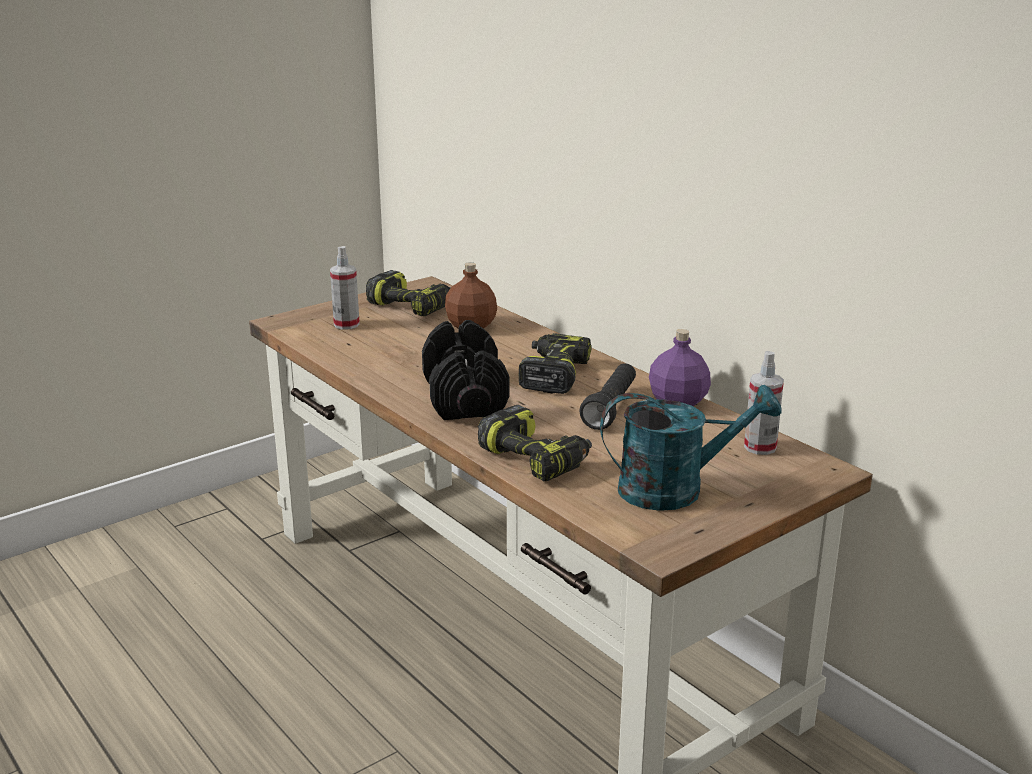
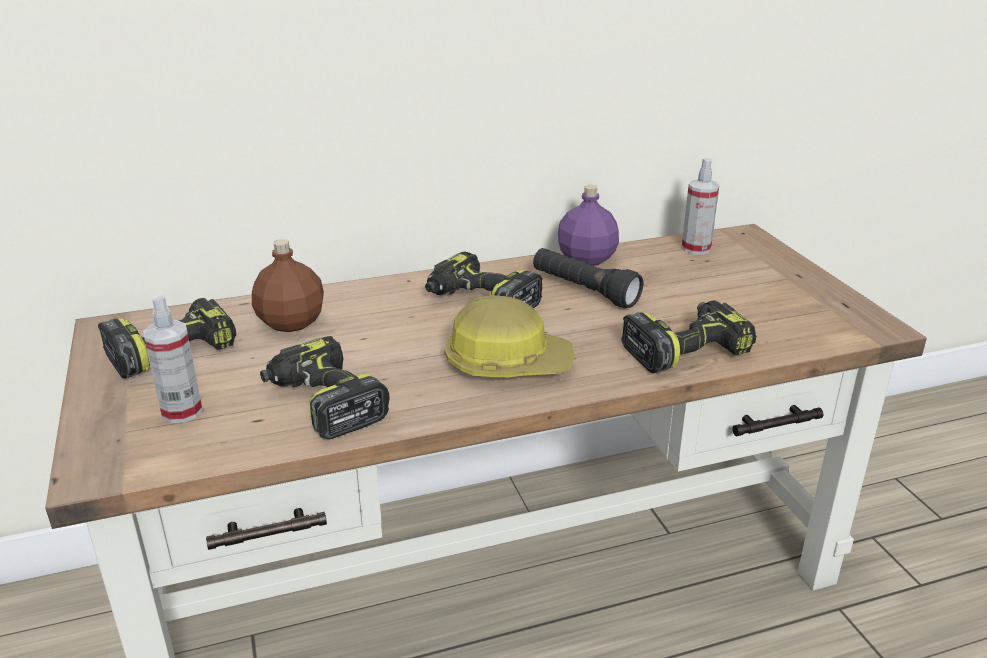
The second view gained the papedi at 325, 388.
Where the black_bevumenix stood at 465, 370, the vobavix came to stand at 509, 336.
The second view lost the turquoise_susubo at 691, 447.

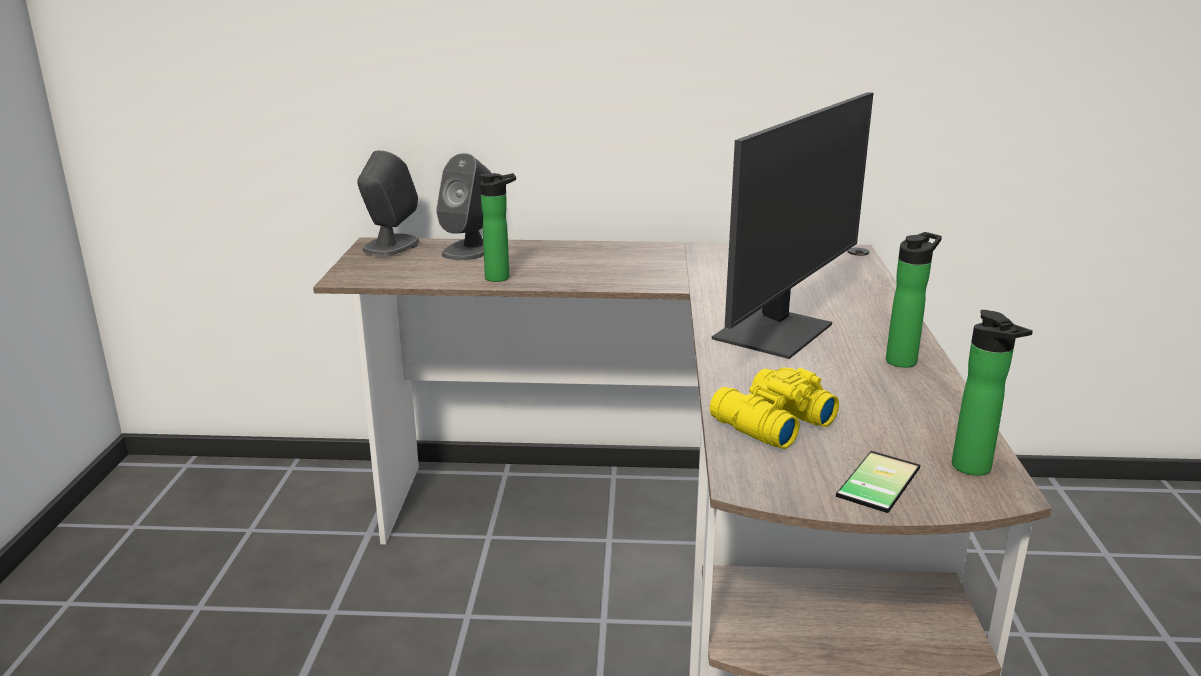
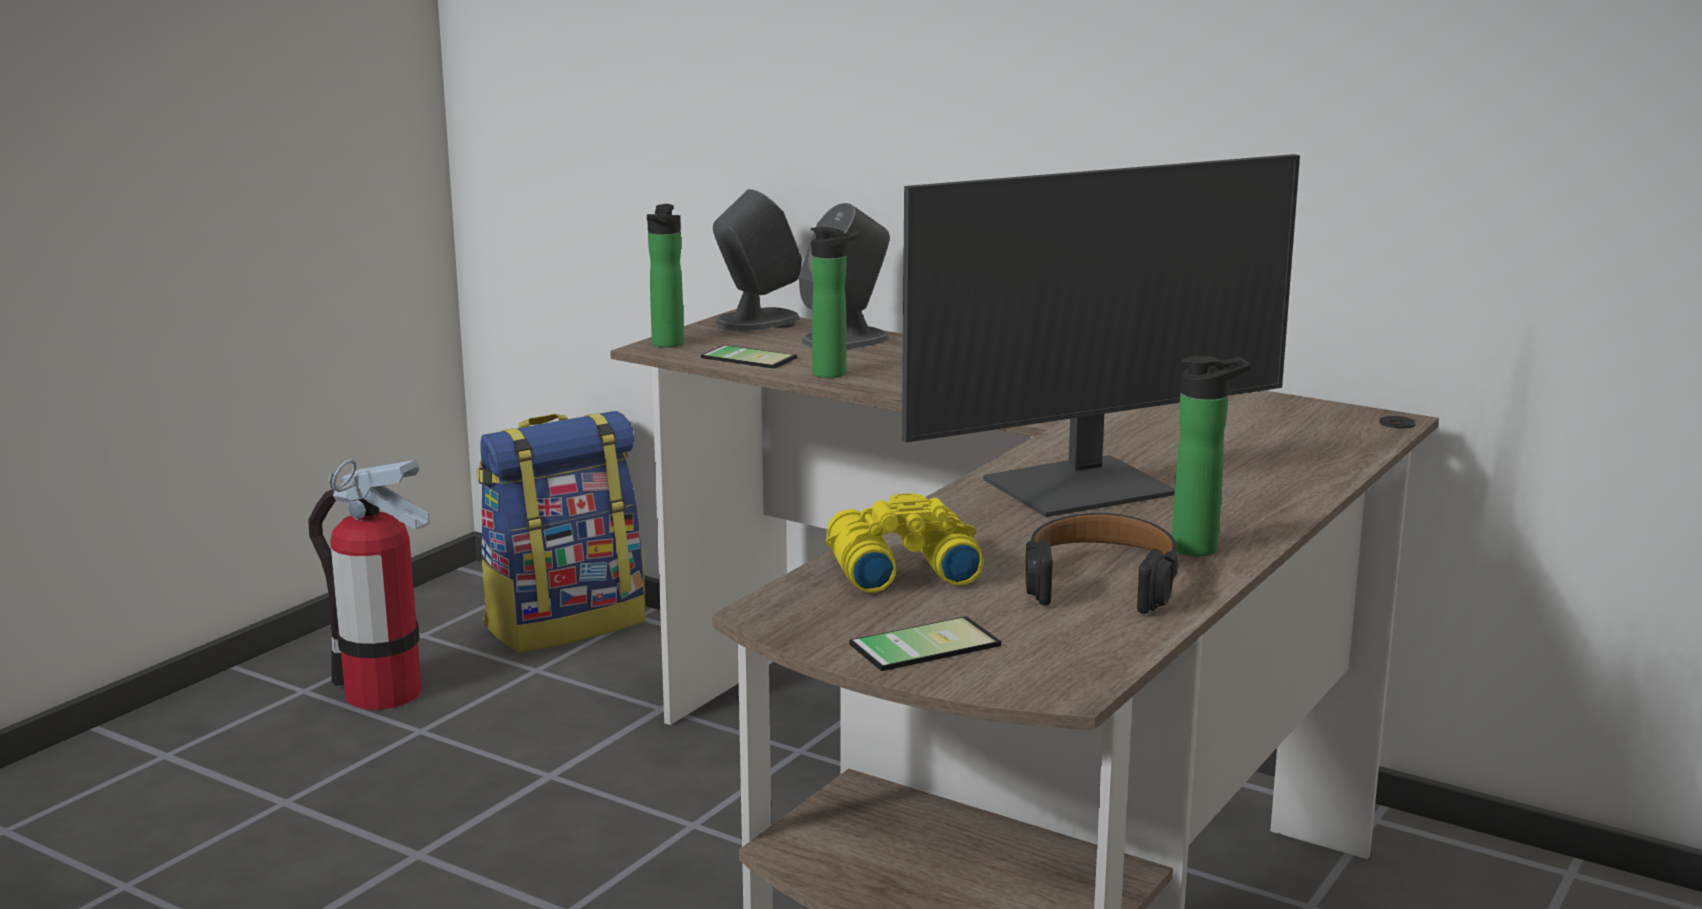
The second view gained the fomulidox at 369, 584.
The second view gained the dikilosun at 561, 532.
The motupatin ended up elsewhere, having gone from 992, 393 to 665, 276.
The second view gained the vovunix at 749, 357.
The second view gained the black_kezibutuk at 1103, 563.

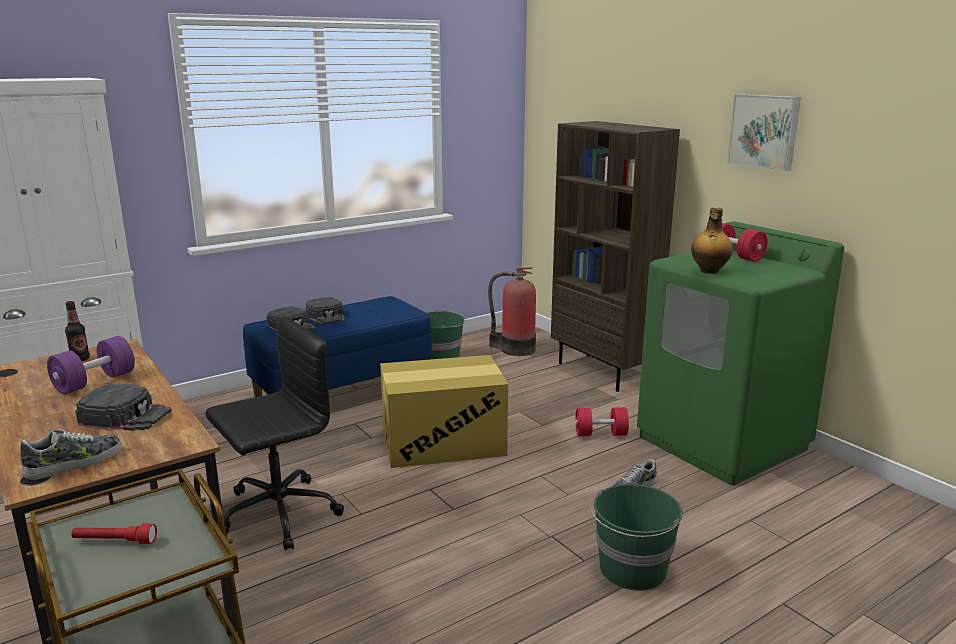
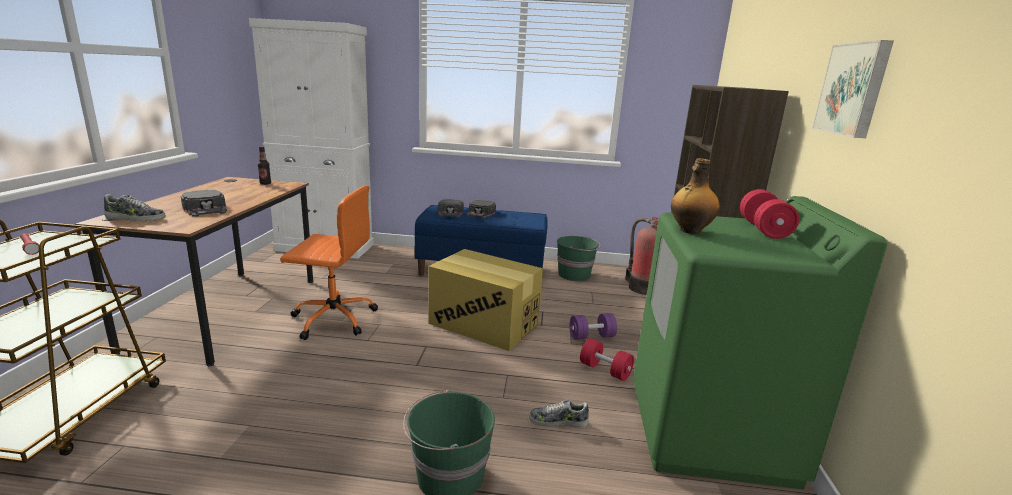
What was the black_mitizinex at 275, 433 turned into the orange_mitizinex at 329, 263.
The purple_bevumenix ended up elsewhere, having gone from 91, 365 to 593, 326.

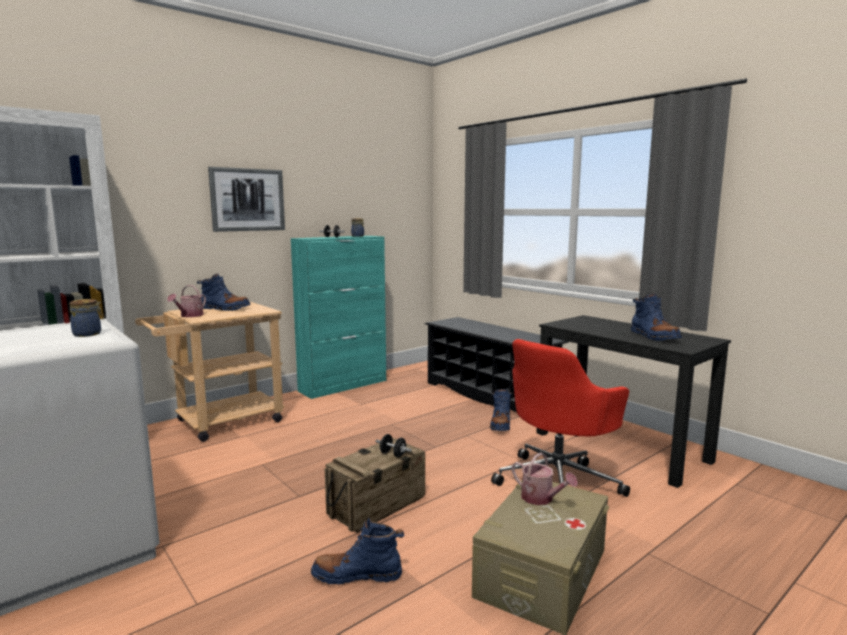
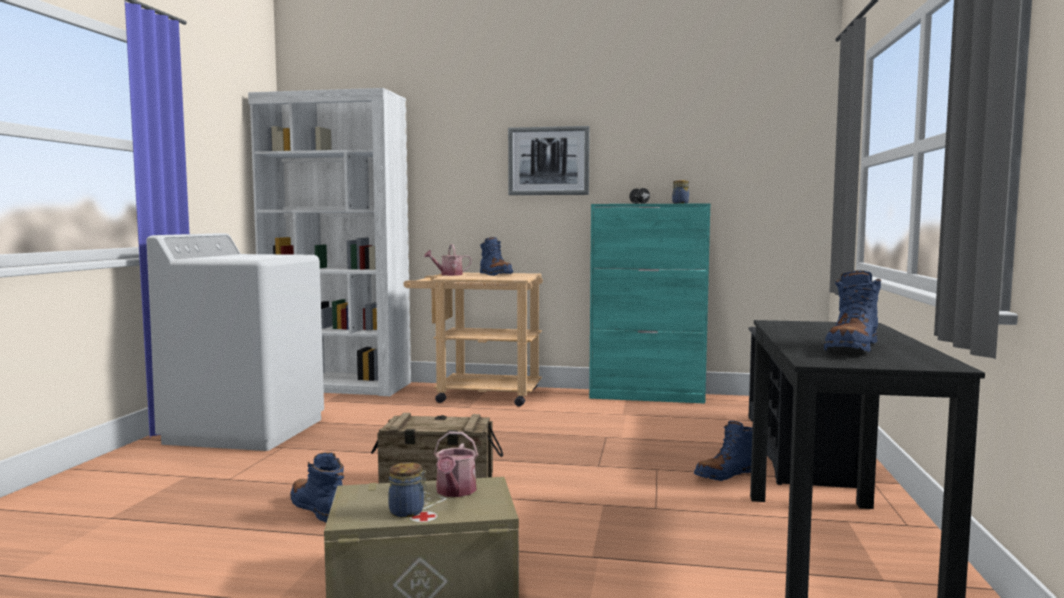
The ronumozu ended up elsewhere, having gone from 86, 318 to 408, 490.
The second view lost the black_bevumenix at 393, 445.
The second view lost the red_mitizinex at 560, 418.

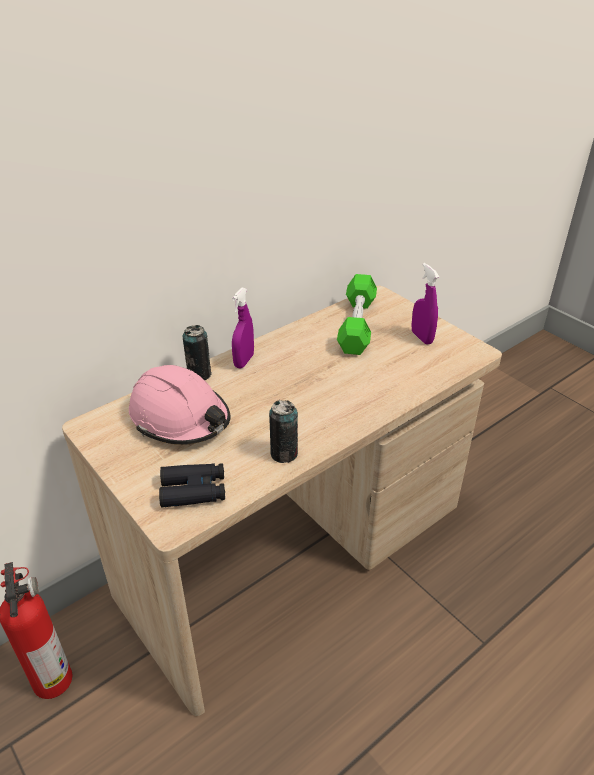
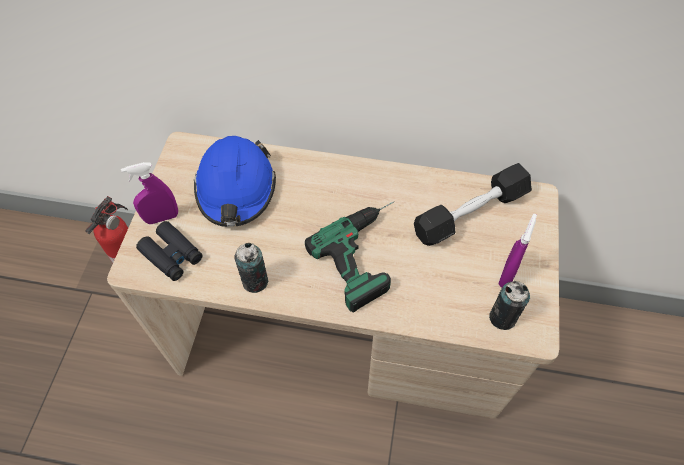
The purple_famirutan ended up elsewhere, having gone from 243, 327 to 149, 193.
What was the pink_vobavix at 180, 405 turned into the blue_vobavix at 235, 181.
The second view gained the papedi at 349, 257.
What was the green_bevumenix at 357, 314 turned into the black_bevumenix at 473, 204.
The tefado ended up elsewhere, having gone from 197, 352 to 509, 305.

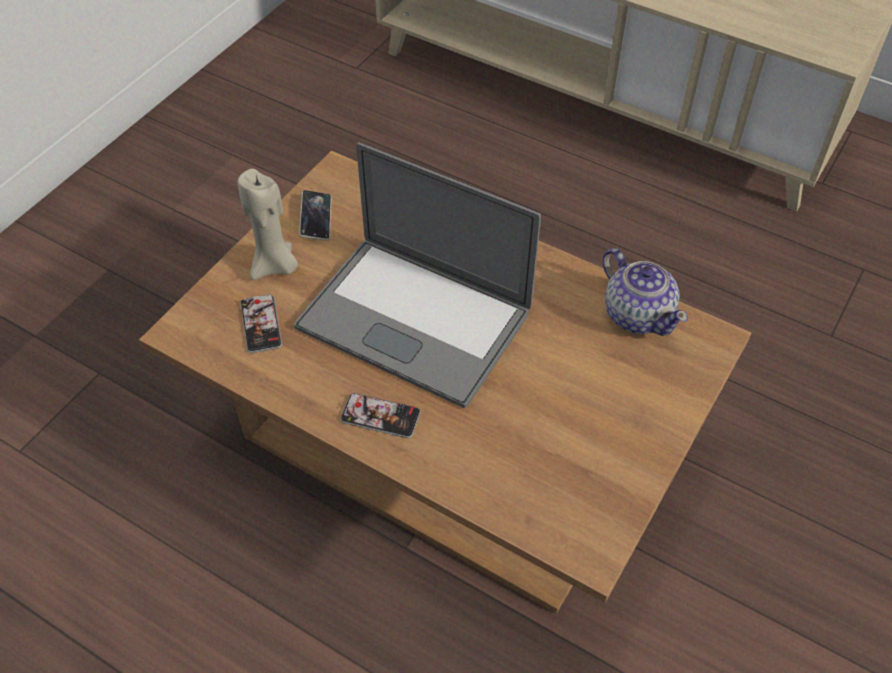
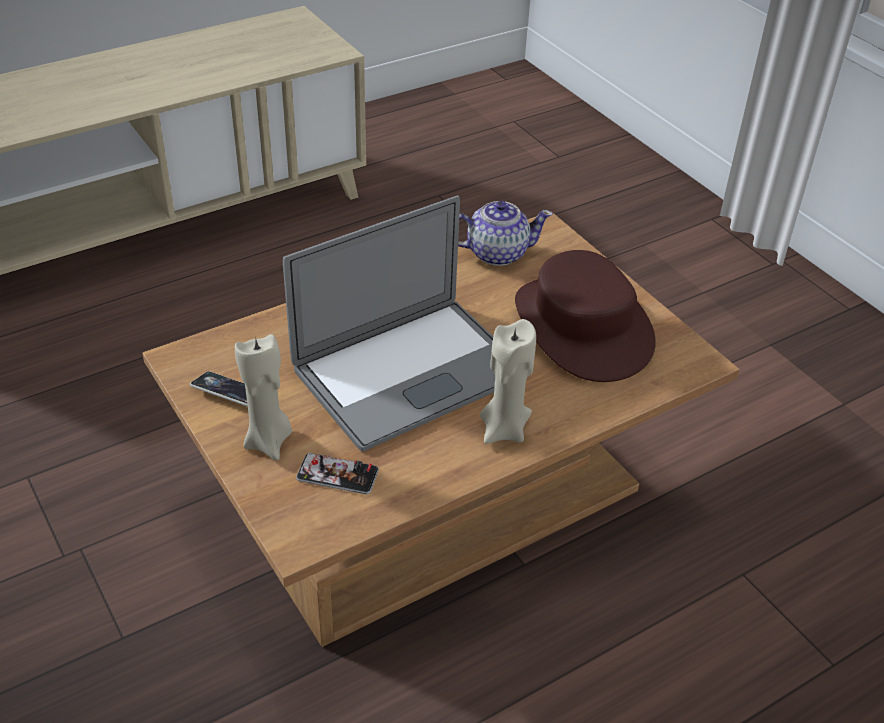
Where the vovunix stood at 381, 415, the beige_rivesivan came to stand at 508, 381.
The second view gained the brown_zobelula at 585, 316.

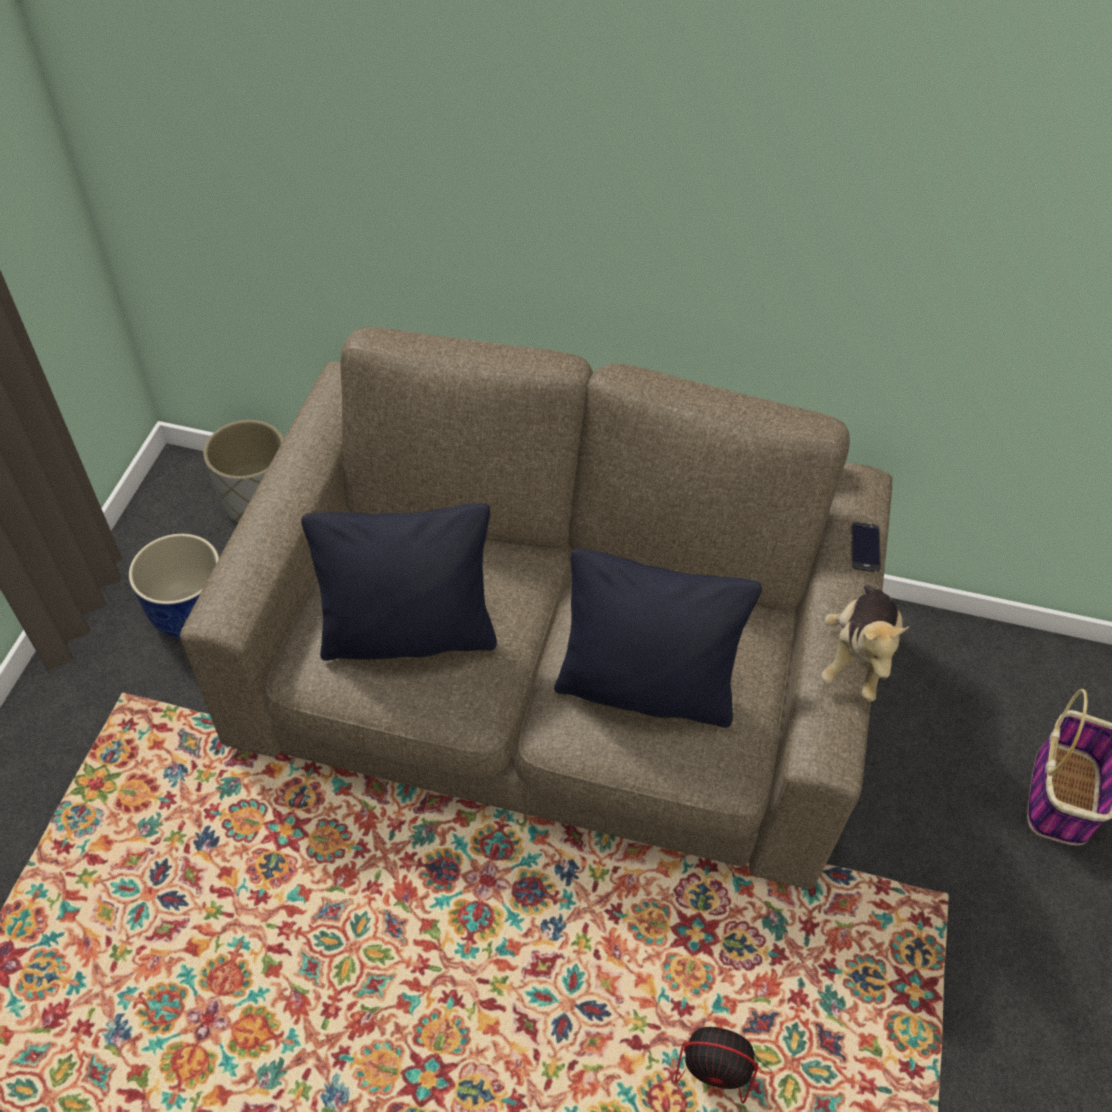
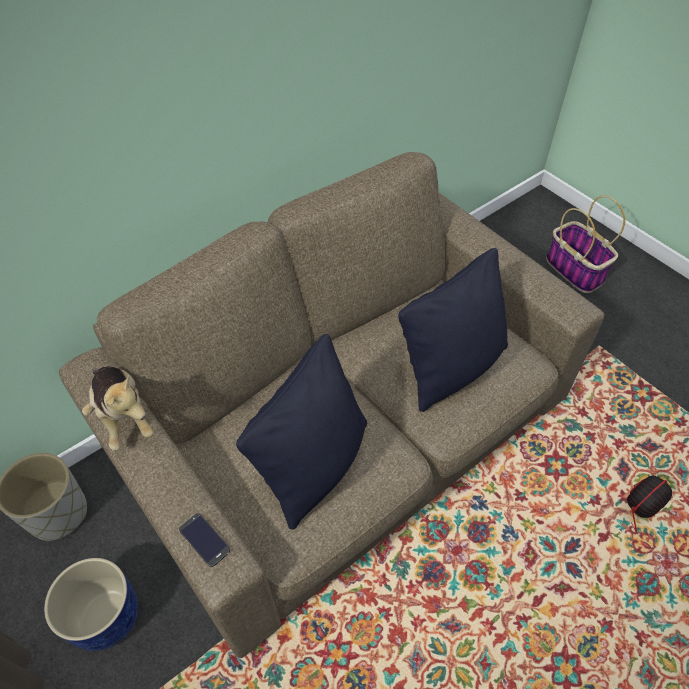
The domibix ended up elsewhere, having gone from 865, 643 to 118, 408.
The vovunix ended up elsewhere, having gone from 866, 547 to 204, 540.

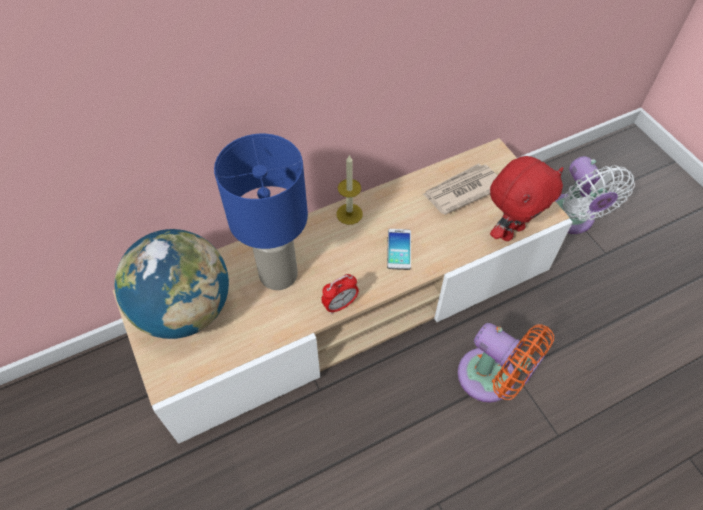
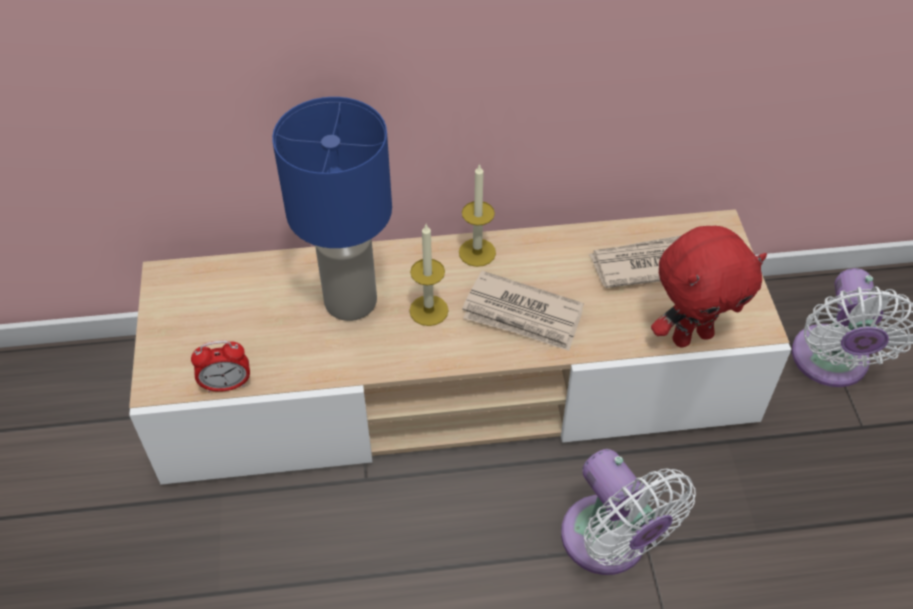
The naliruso ended up elsewhere, having gone from 340, 294 to 220, 366.
The second view gained the rivesivan at 429, 275.
Where the vovunix stood at 399, 249, the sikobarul came to stand at 523, 311.
What was the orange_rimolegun at 505, 362 turned into the white_rimolegun at 628, 512.
The second view lost the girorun at 171, 284.

